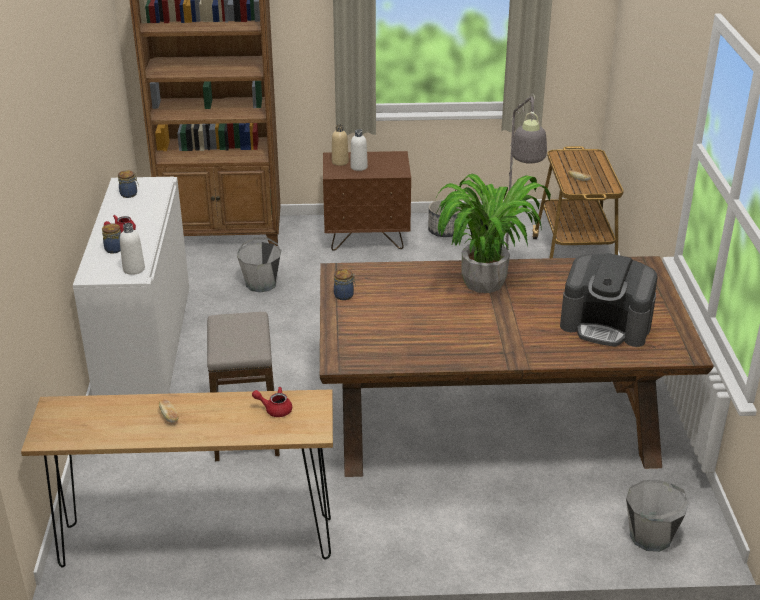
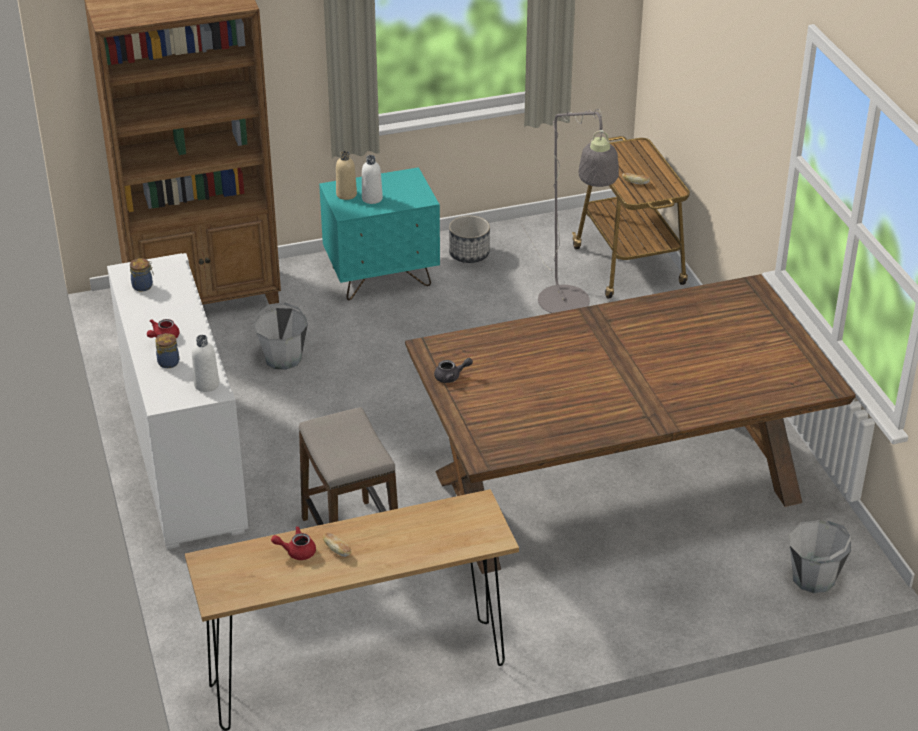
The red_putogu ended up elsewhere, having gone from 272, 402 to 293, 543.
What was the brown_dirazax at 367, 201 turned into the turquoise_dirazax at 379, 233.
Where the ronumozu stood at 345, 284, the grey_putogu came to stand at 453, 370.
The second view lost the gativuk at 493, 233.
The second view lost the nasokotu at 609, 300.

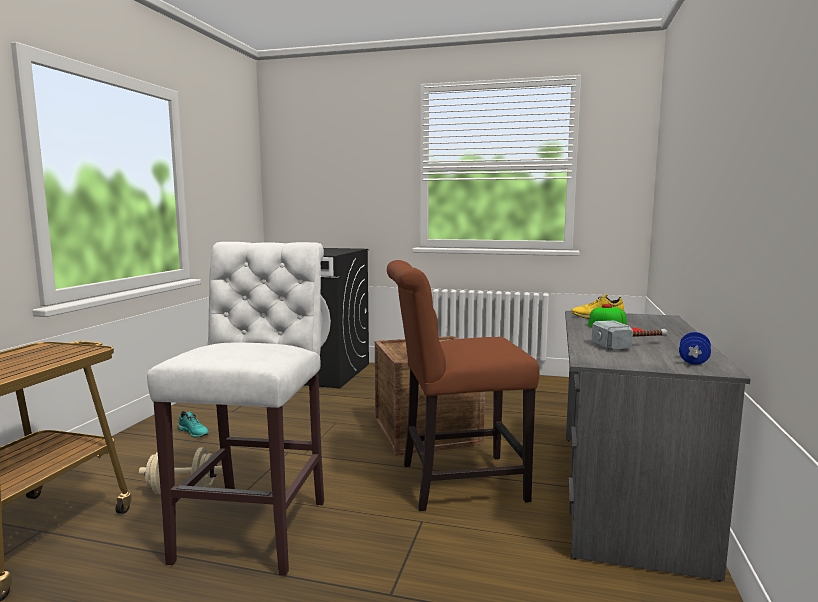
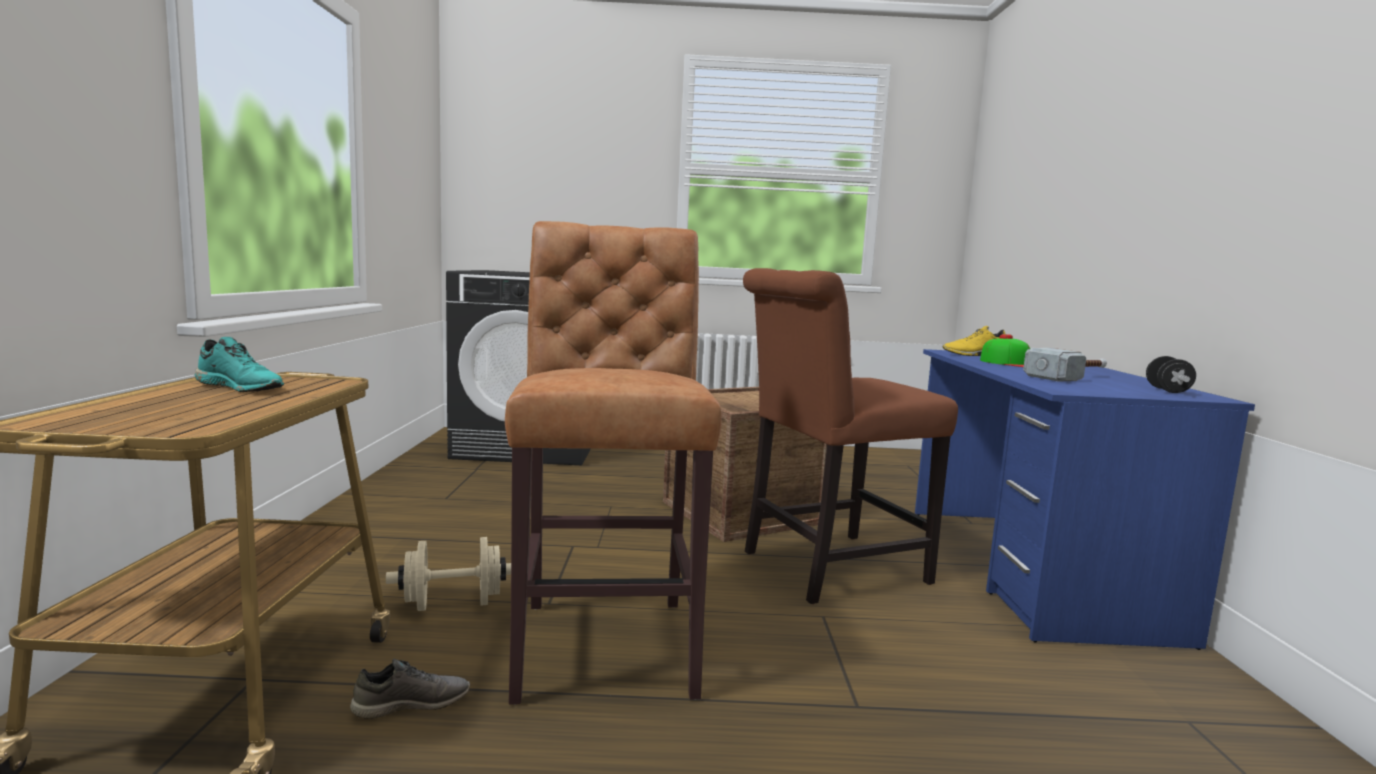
The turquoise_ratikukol ended up elsewhere, having gone from 193, 424 to 239, 364.
The second view gained the grey_ratikukol at 410, 689.
What was the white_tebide at 235, 409 turned into the brown_tebide at 613, 463.
What was the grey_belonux at 658, 446 turned into the blue_belonux at 1085, 499.
What was the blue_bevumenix at 695, 348 turned into the black_bevumenix at 1171, 374.

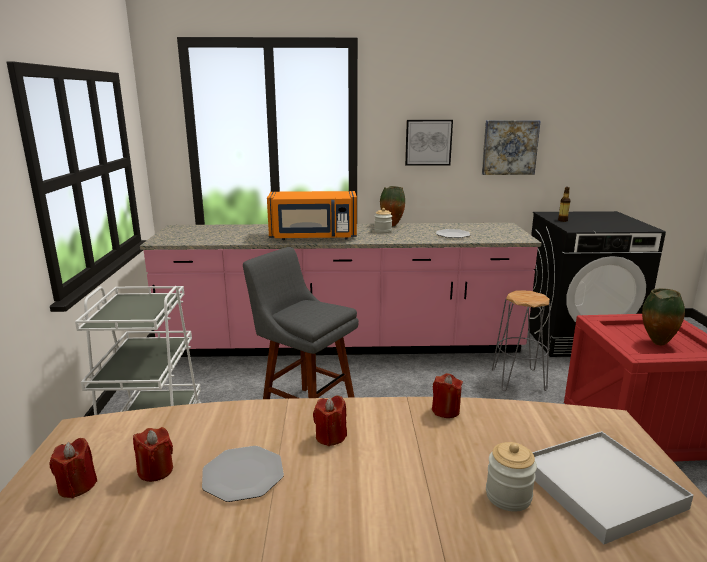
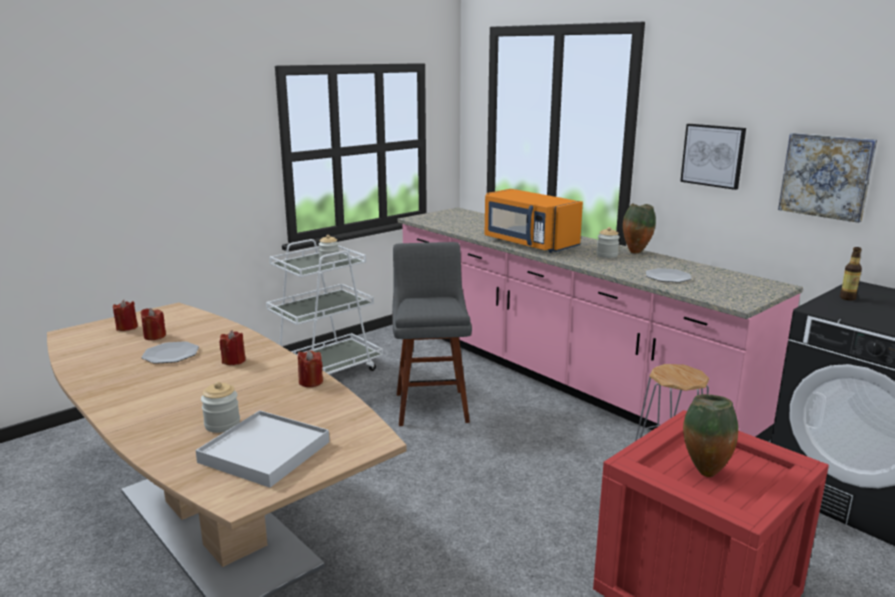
The second view gained the ronumozu at 329, 249.

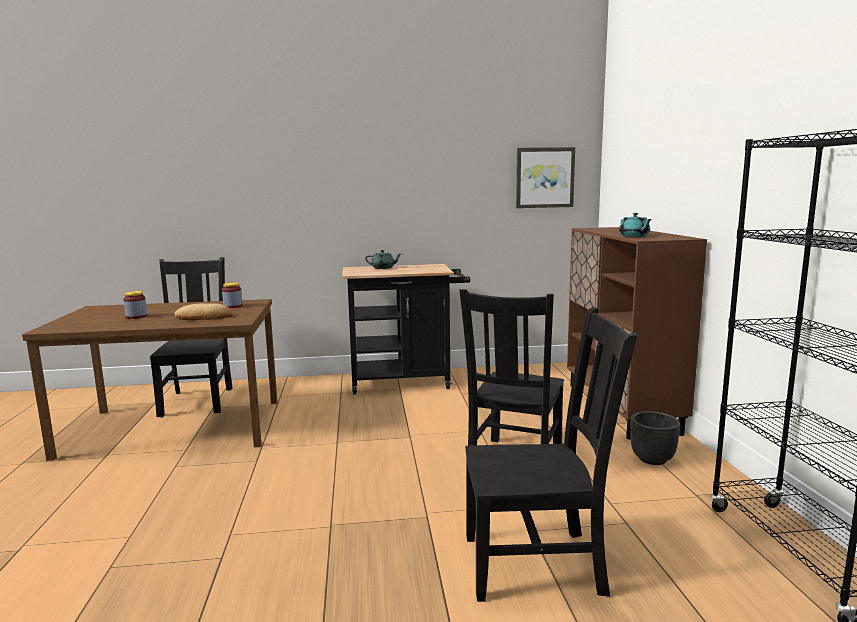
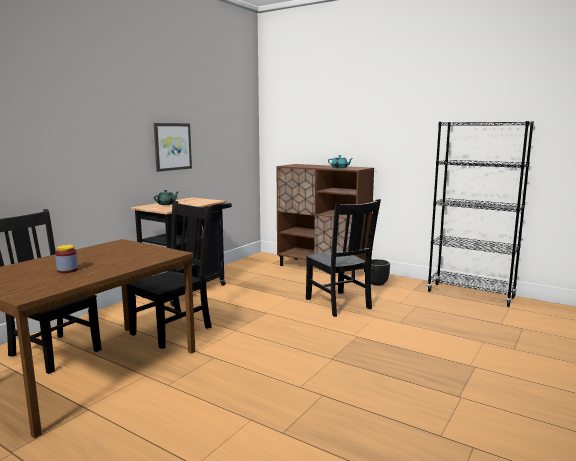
The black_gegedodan ended up elsewhere, having gone from 551, 454 to 169, 275.
The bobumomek ended up elsewhere, having gone from 545, 177 to 173, 147.
The second view lost the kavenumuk at 203, 311.
The second view lost the ronumozu at 232, 295.

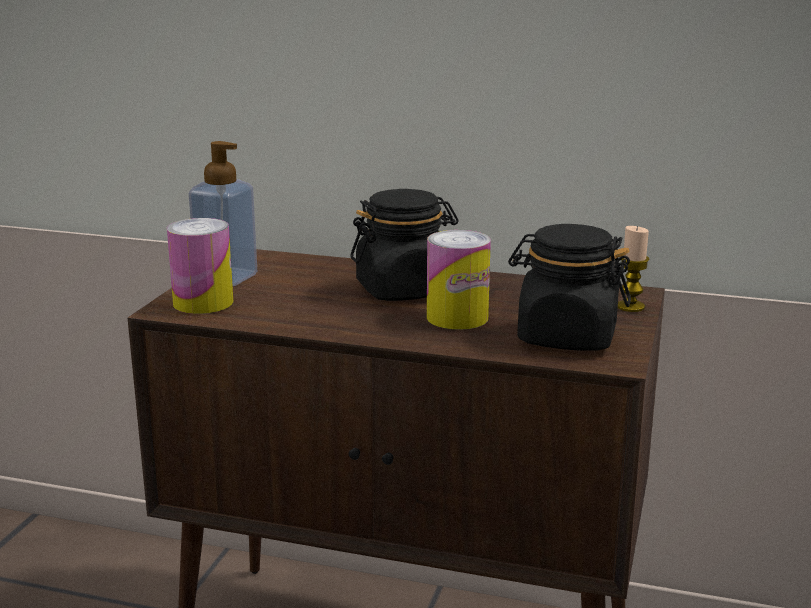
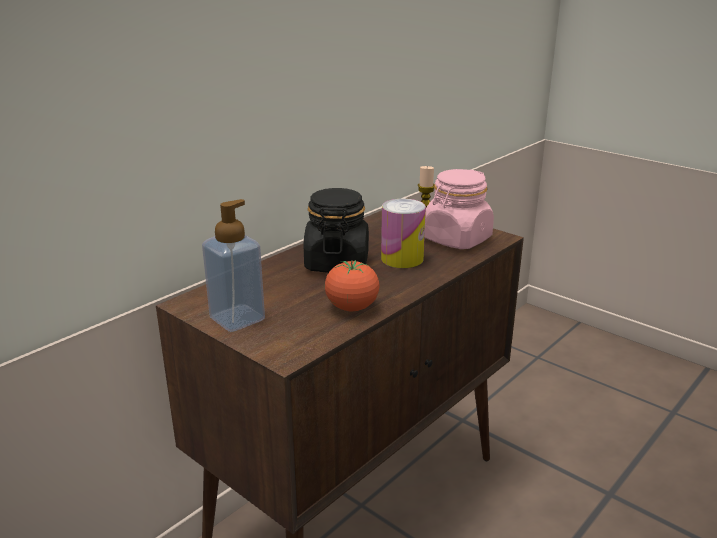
The second view gained the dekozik at 352, 285.
What was the black_ronumozu at 569, 287 turned into the pink_ronumozu at 459, 209.
The second view lost the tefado at 200, 266.

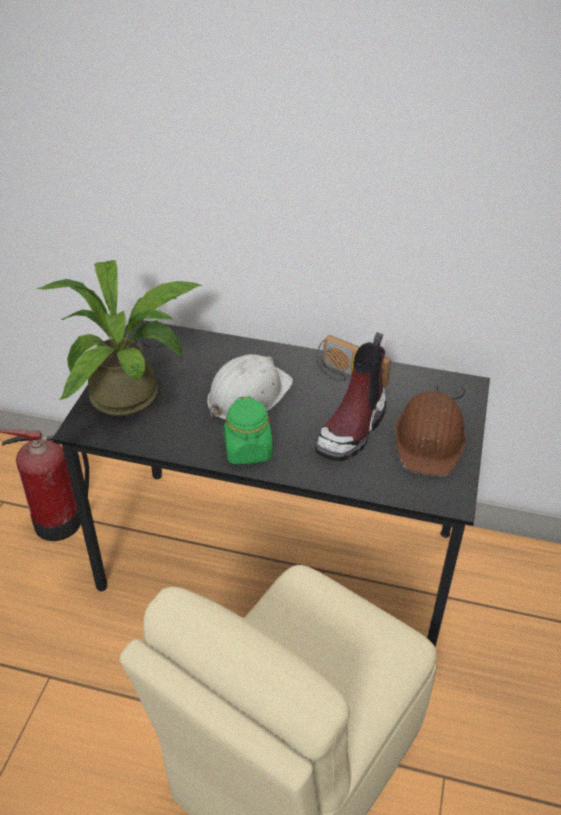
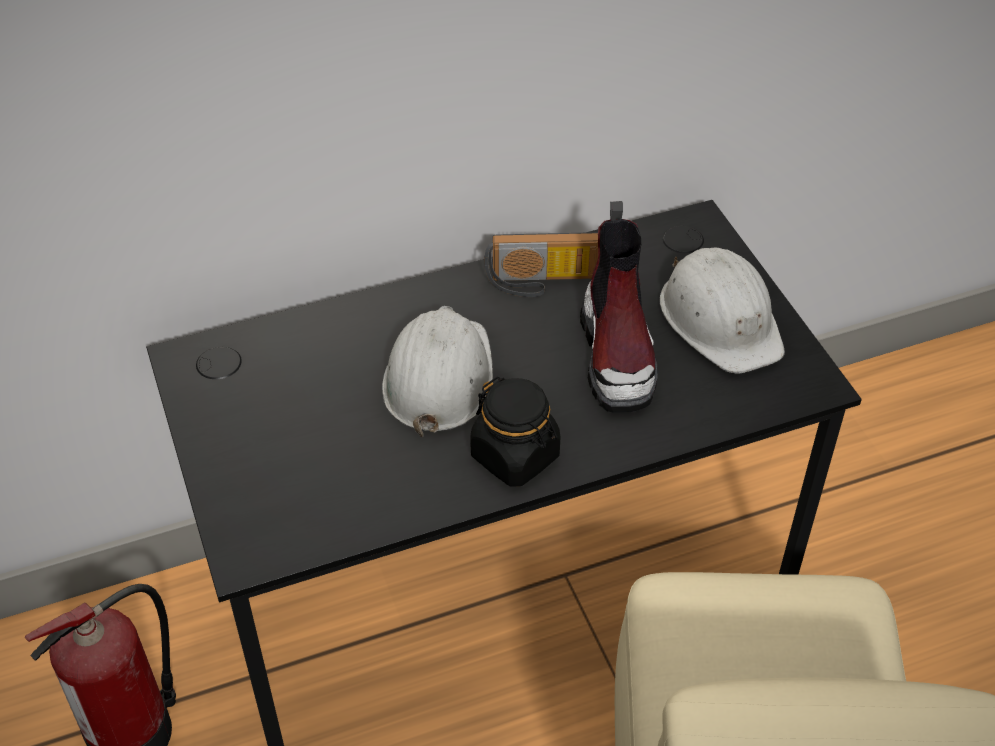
What was the green_ronumozu at 248, 430 turned into the black_ronumozu at 515, 432.
What was the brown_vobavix at 430, 433 turned into the white_vobavix at 722, 311.
The second view lost the gativuk at 119, 338.

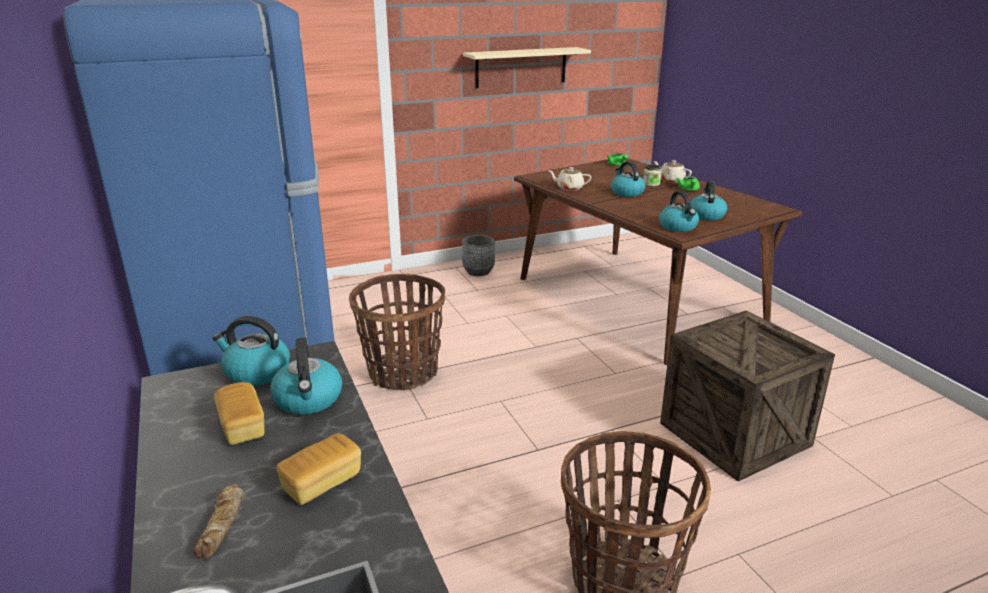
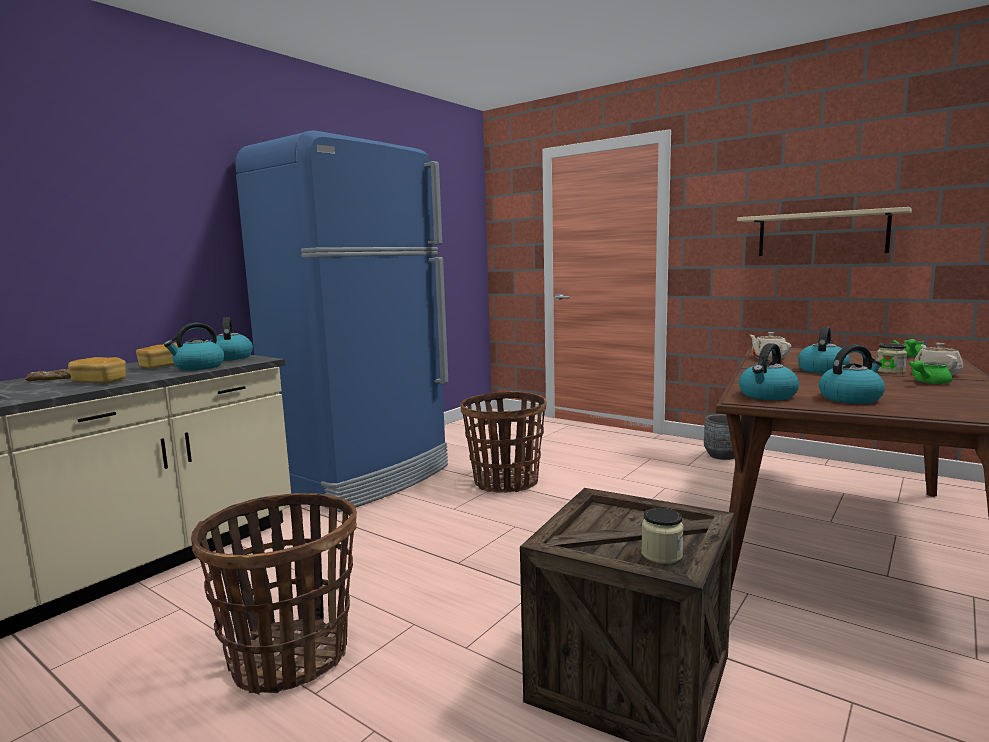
The second view gained the ronumozu at 662, 536.

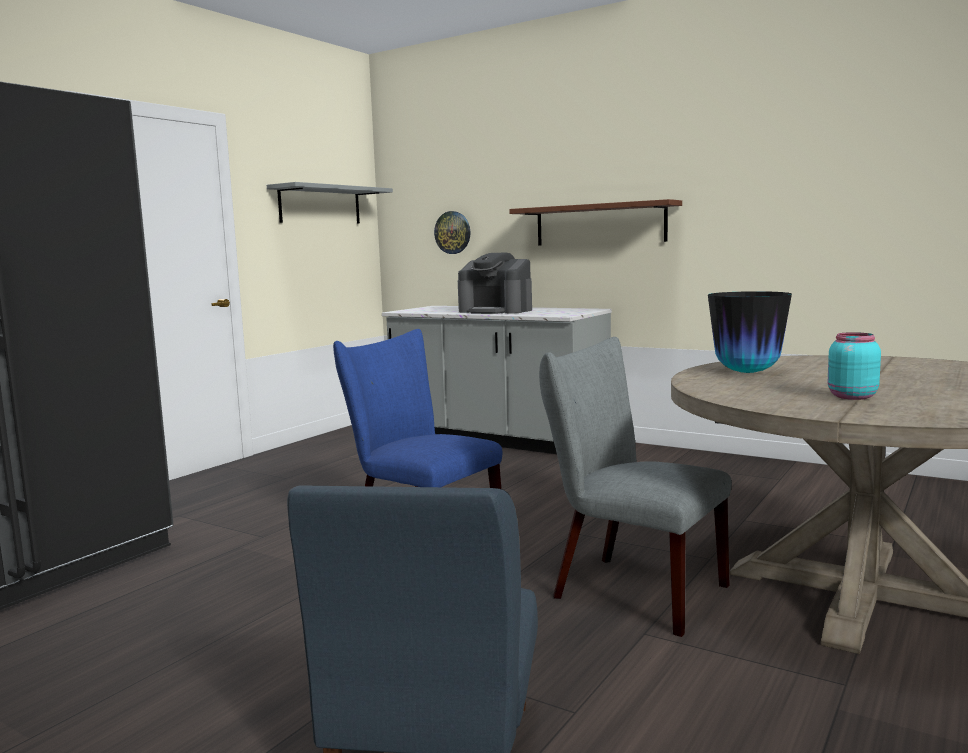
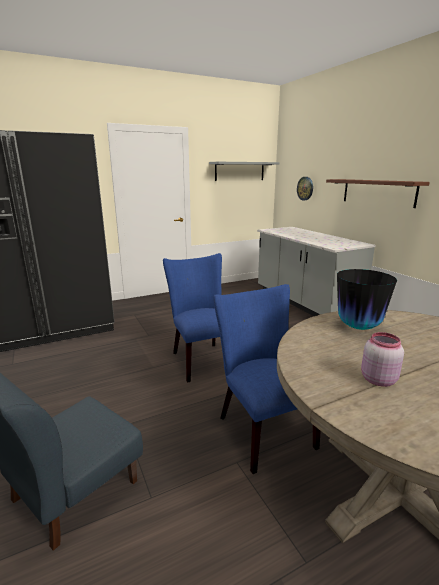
What was the grey_gegedodan at 635, 487 turned into the blue_gegedodan at 267, 379.
What was the turquoise_ronumozu at 854, 366 turned into the pink_ronumozu at 382, 359.
The second view lost the nasokotu at 495, 283.

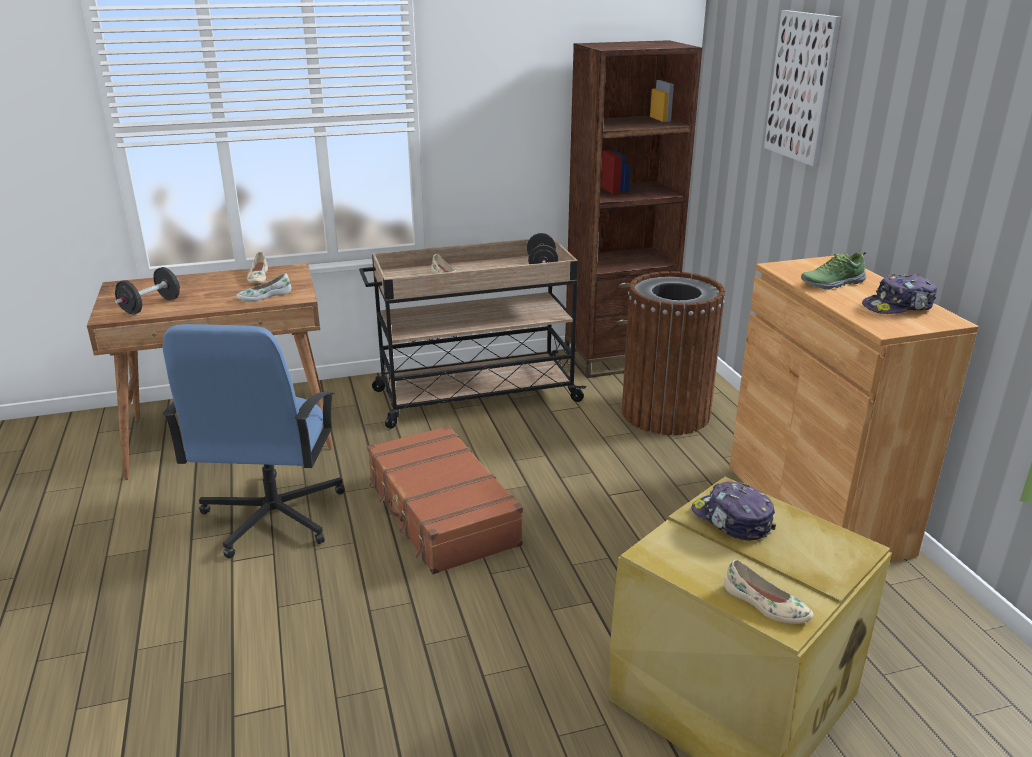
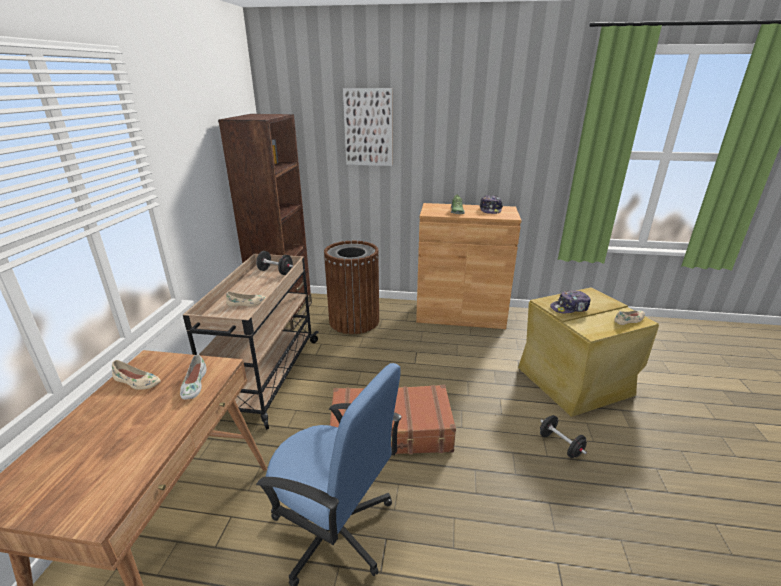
The black_bevumenix ended up elsewhere, having gone from 147, 291 to 563, 436.

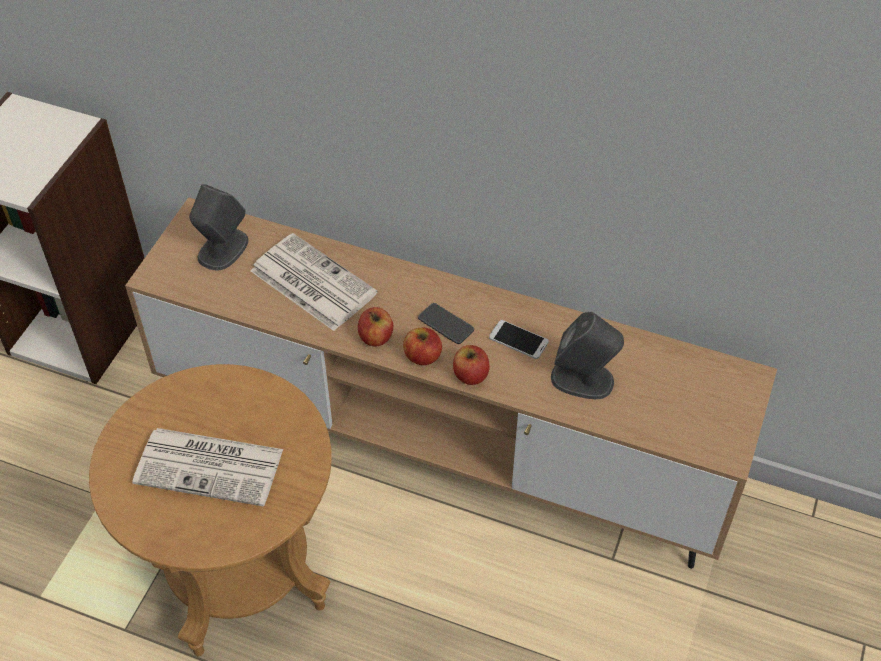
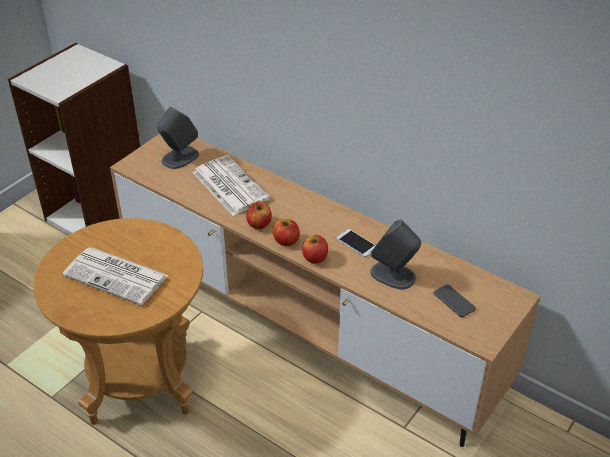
The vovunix ended up elsewhere, having gone from 446, 323 to 455, 300.

